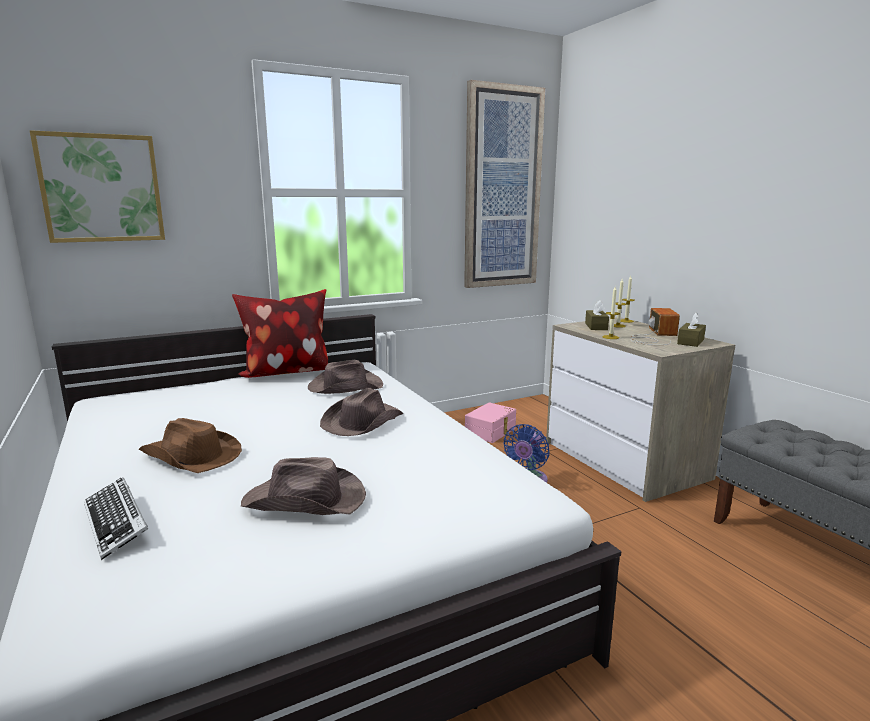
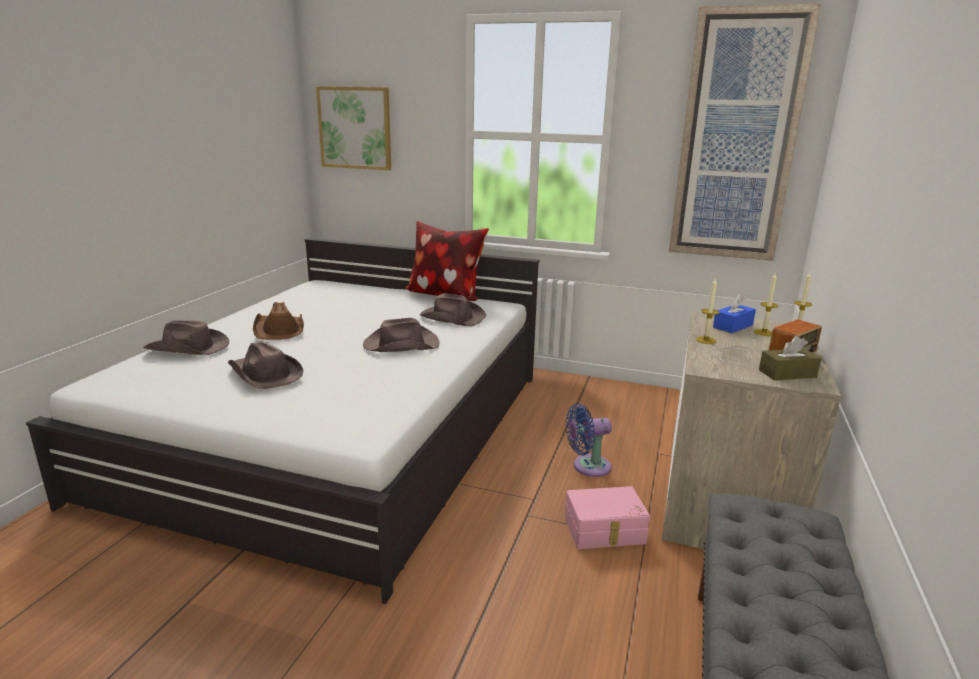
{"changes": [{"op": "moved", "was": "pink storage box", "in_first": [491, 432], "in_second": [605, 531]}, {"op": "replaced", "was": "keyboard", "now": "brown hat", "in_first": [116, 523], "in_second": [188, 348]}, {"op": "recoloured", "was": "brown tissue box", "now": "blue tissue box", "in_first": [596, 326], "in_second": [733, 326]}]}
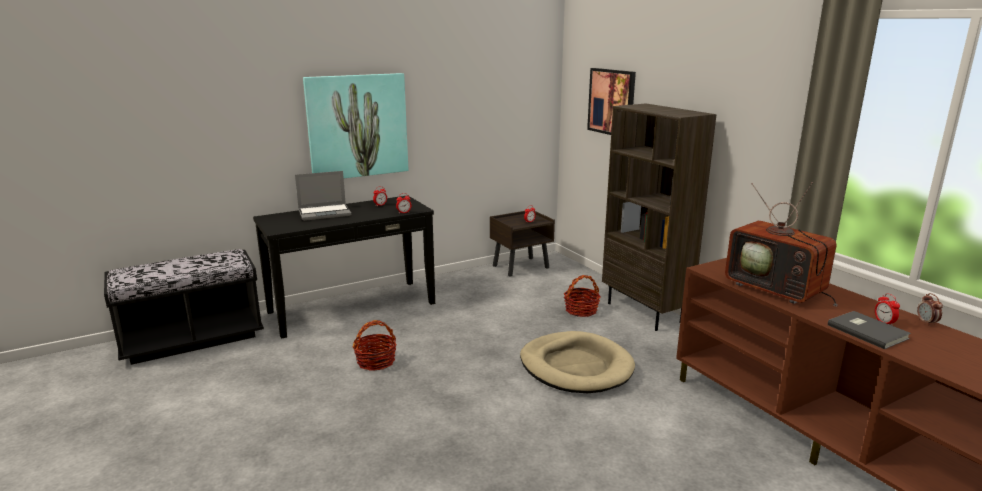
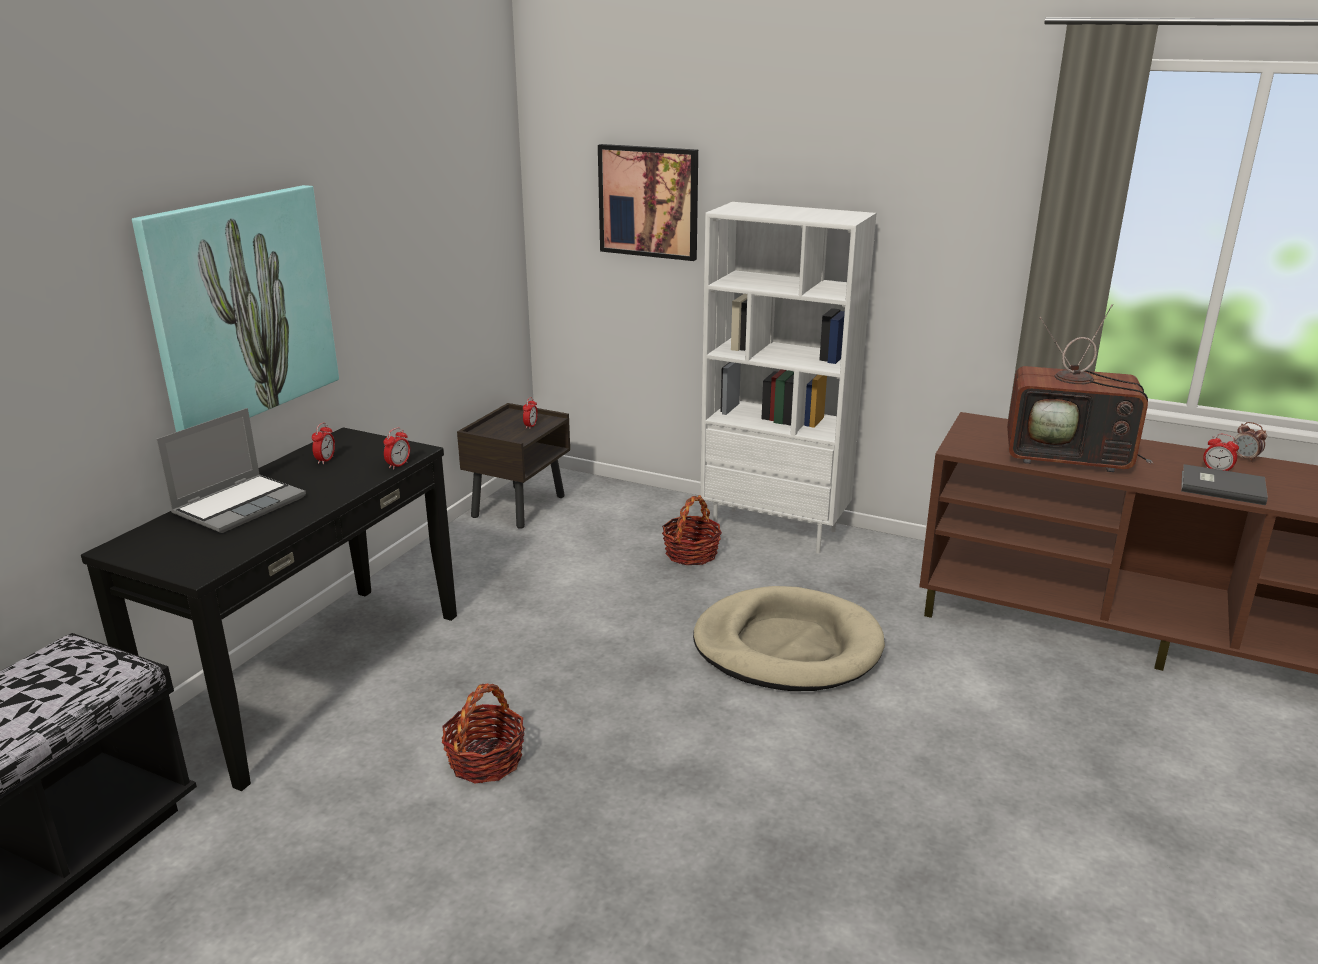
{"changes": [{"op": "recoloured", "was": "brown bookcase", "now": "white bookcase", "in_first": [645, 313], "in_second": [775, 530]}]}
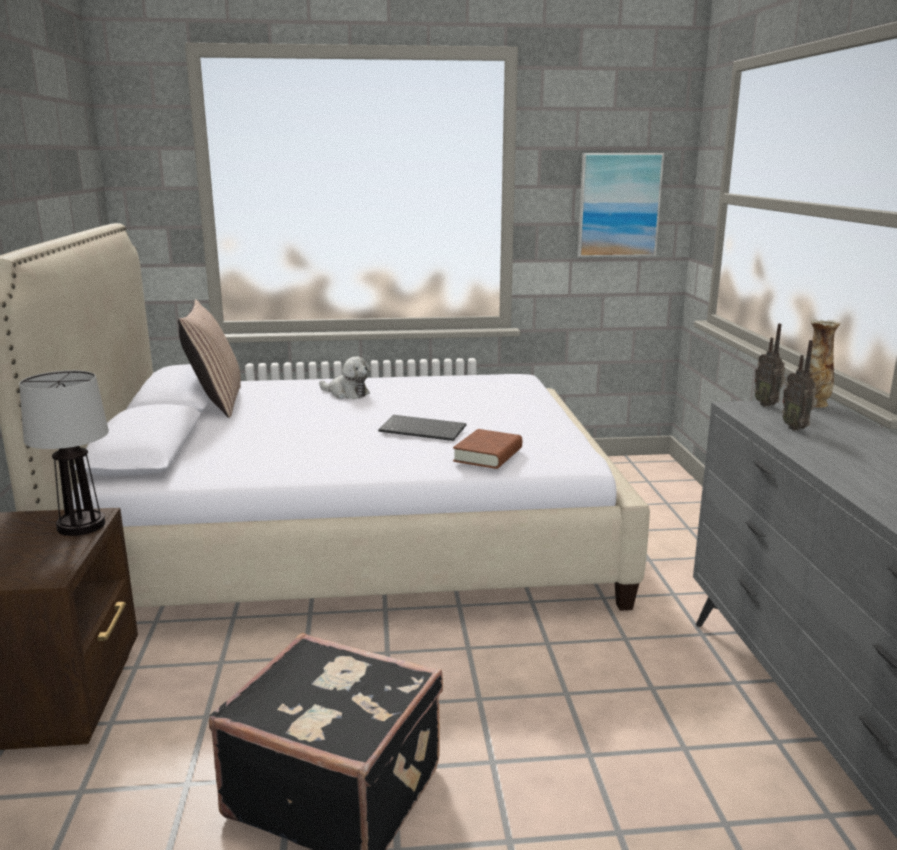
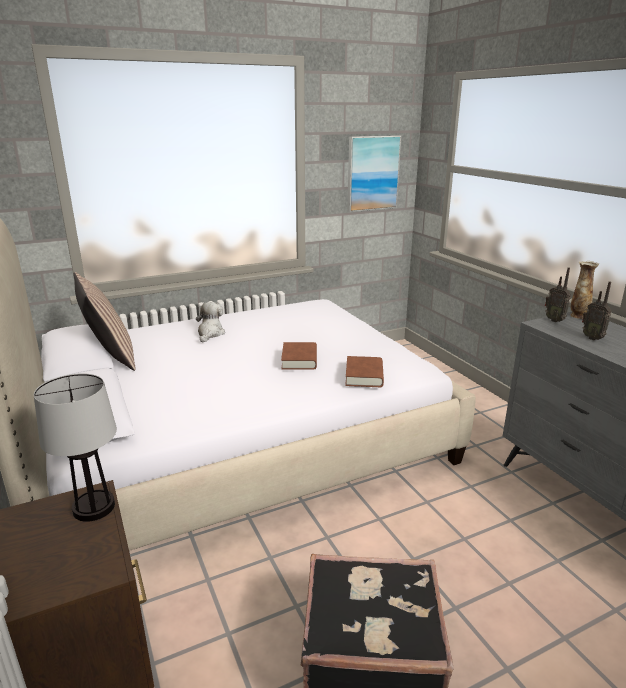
{"changes": [{"op": "replaced", "was": "keyboard", "now": "brown book", "in_first": [424, 430], "in_second": [299, 360]}, {"op": "turned", "was": "plush toy", "in_first": [346, 393], "in_second": [210, 333], "clockwise": -90}]}
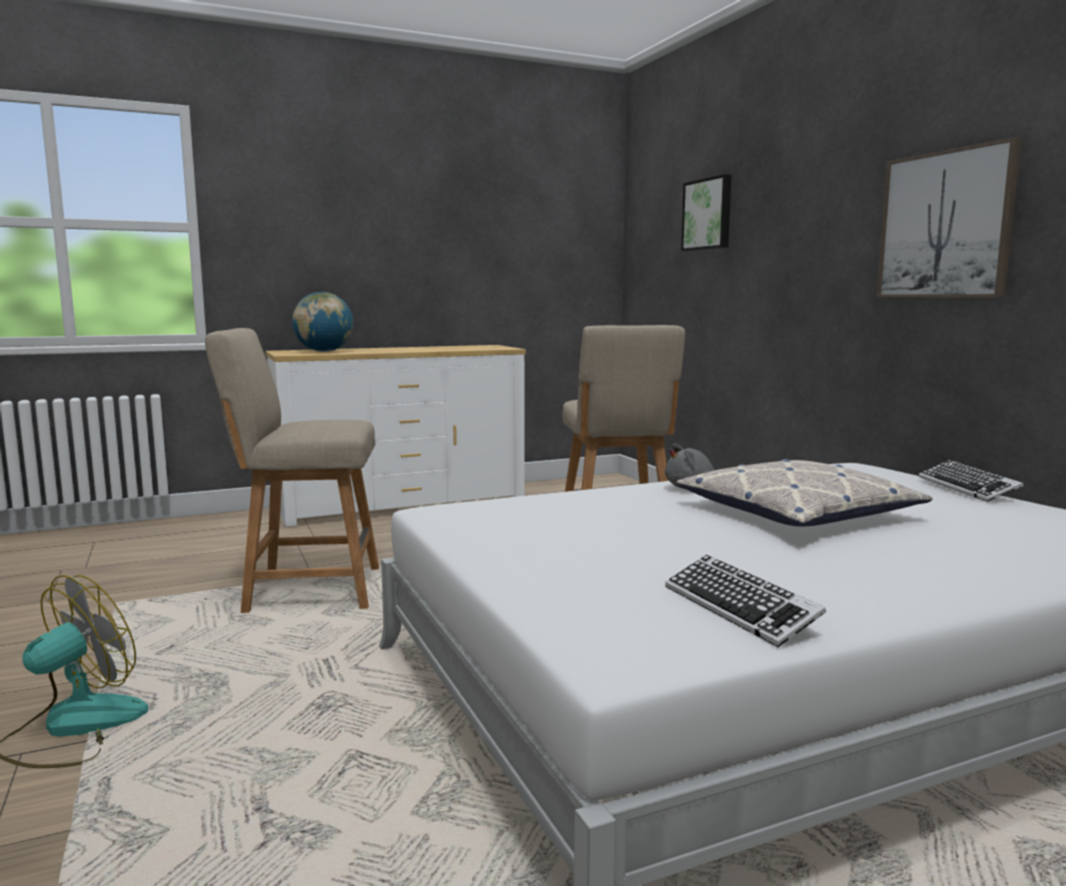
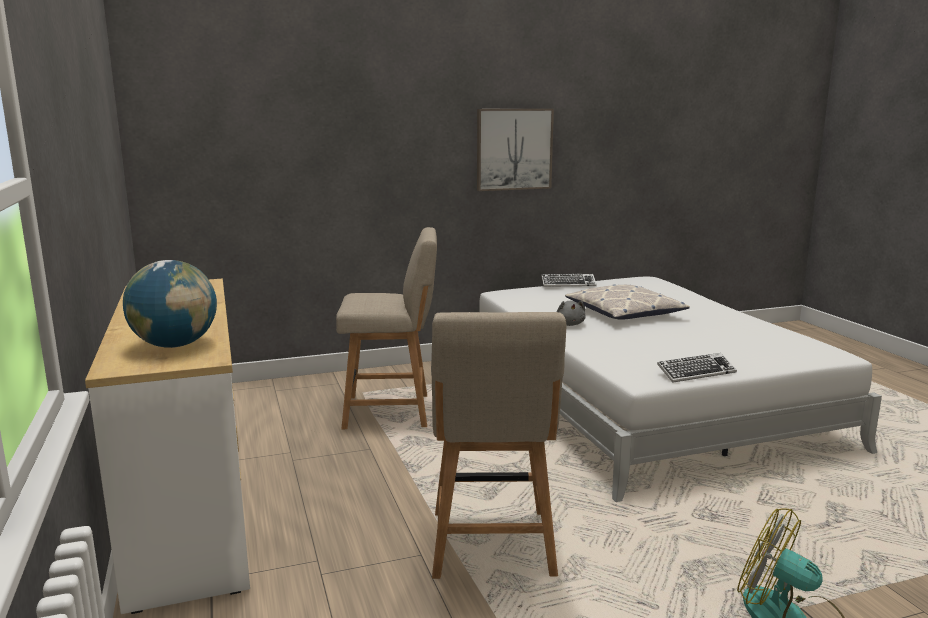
{"changes": [{"op": "removed", "was": "picture", "in_first": [708, 214]}, {"op": "moved", "was": "keyboard", "in_first": [739, 609], "in_second": [696, 372]}]}
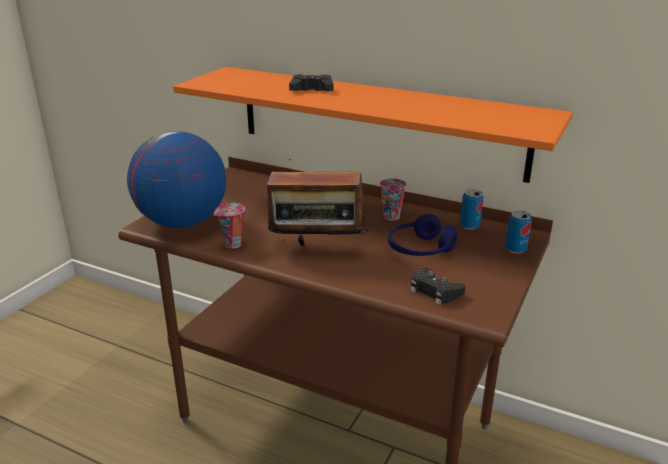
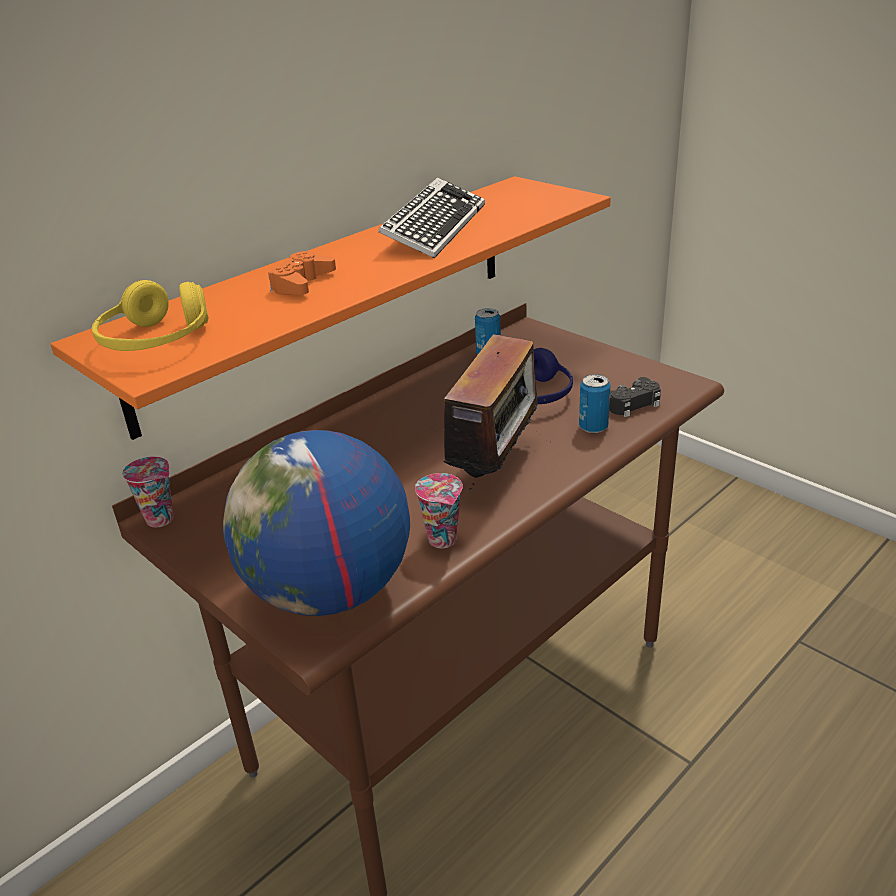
{"changes": [{"op": "added", "now": "yellow headphones", "in_second": [156, 341]}, {"op": "added", "now": "keyboard", "in_second": [434, 227]}, {"op": "moved", "was": "cup", "in_first": [392, 217], "in_second": [162, 519]}, {"op": "moved", "was": "can", "in_first": [515, 249], "in_second": [593, 427]}, {"op": "recoloured", "was": "black game controller", "now": "orange game controller", "in_first": [311, 90], "in_second": [302, 283]}]}
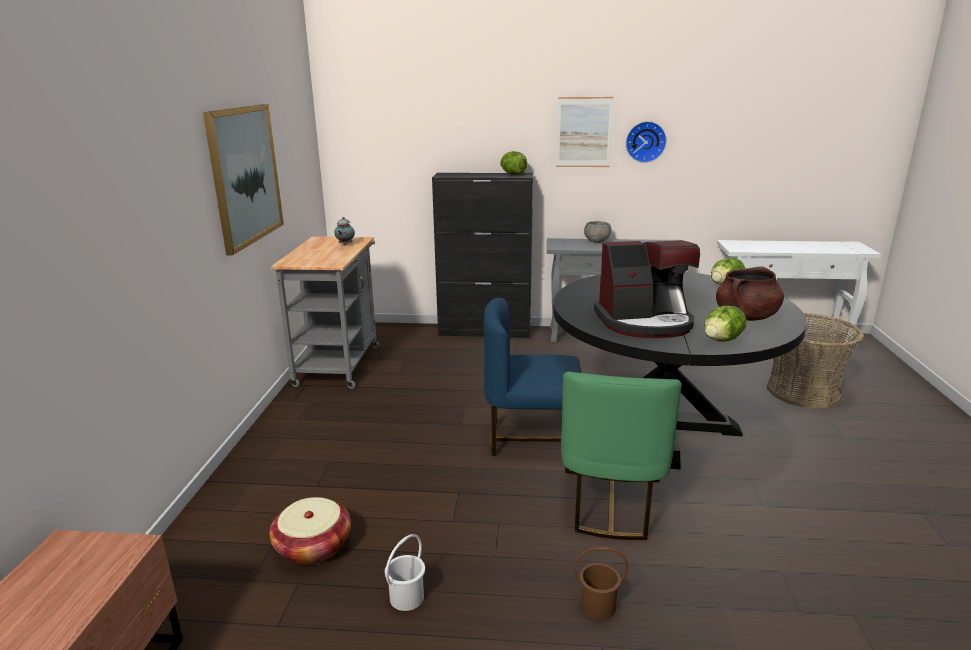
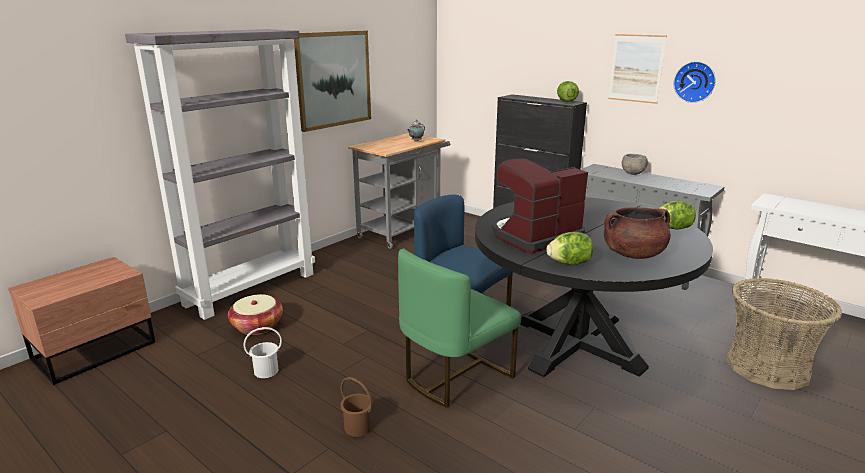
{"changes": [{"op": "added", "now": "grey bookcase", "in_second": [251, 288]}, {"op": "turned", "was": "coffee machine", "in_first": [645, 322], "in_second": [534, 236], "clockwise": 120}]}
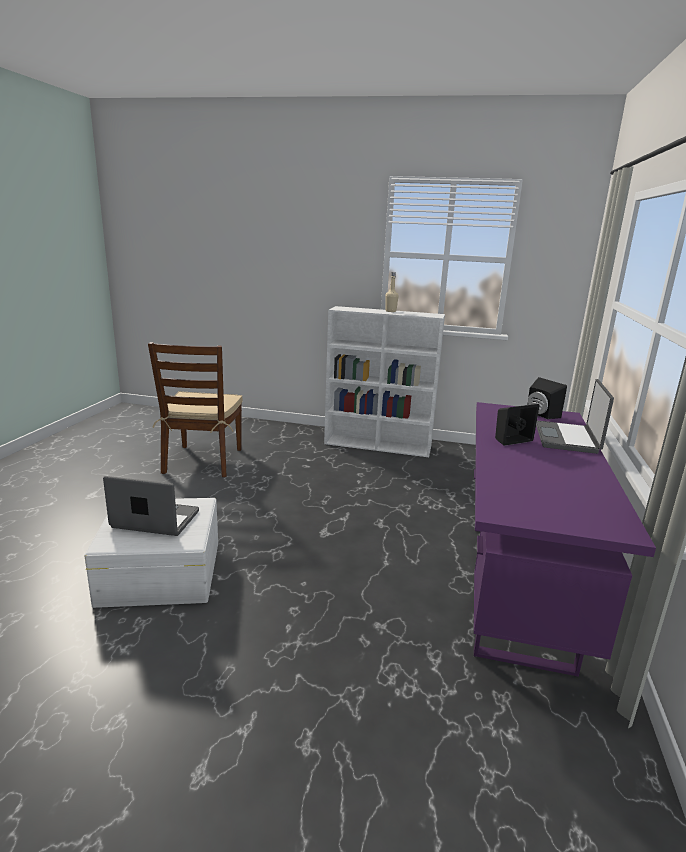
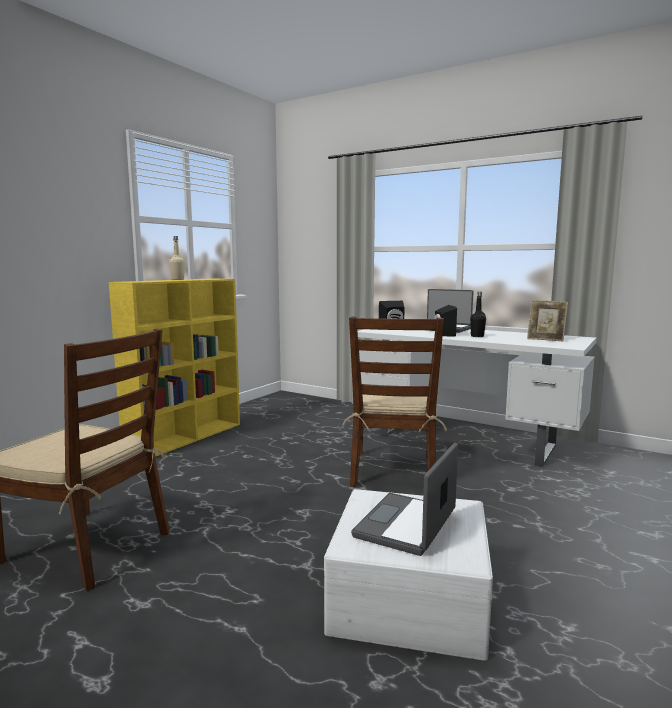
{"changes": [{"op": "added", "now": "brown chair", "in_second": [393, 470]}, {"op": "added", "now": "black bottle", "in_second": [477, 336]}, {"op": "added", "now": "picture frame", "in_second": [546, 339]}, {"op": "recoloured", "was": "white bookcase", "now": "yellow bookcase", "in_first": [379, 445], "in_second": [186, 437]}, {"op": "recoloured", "was": "purple desk", "now": "white desk", "in_first": [518, 588], "in_second": [466, 440]}]}
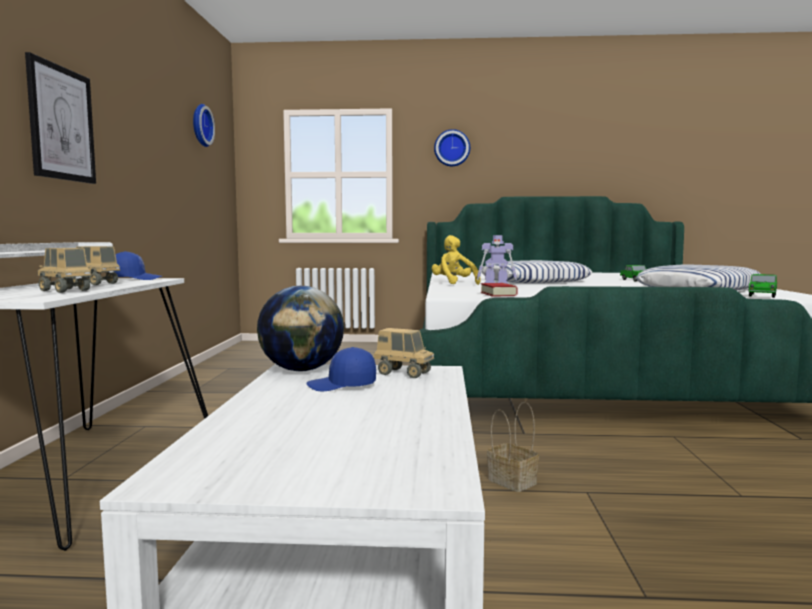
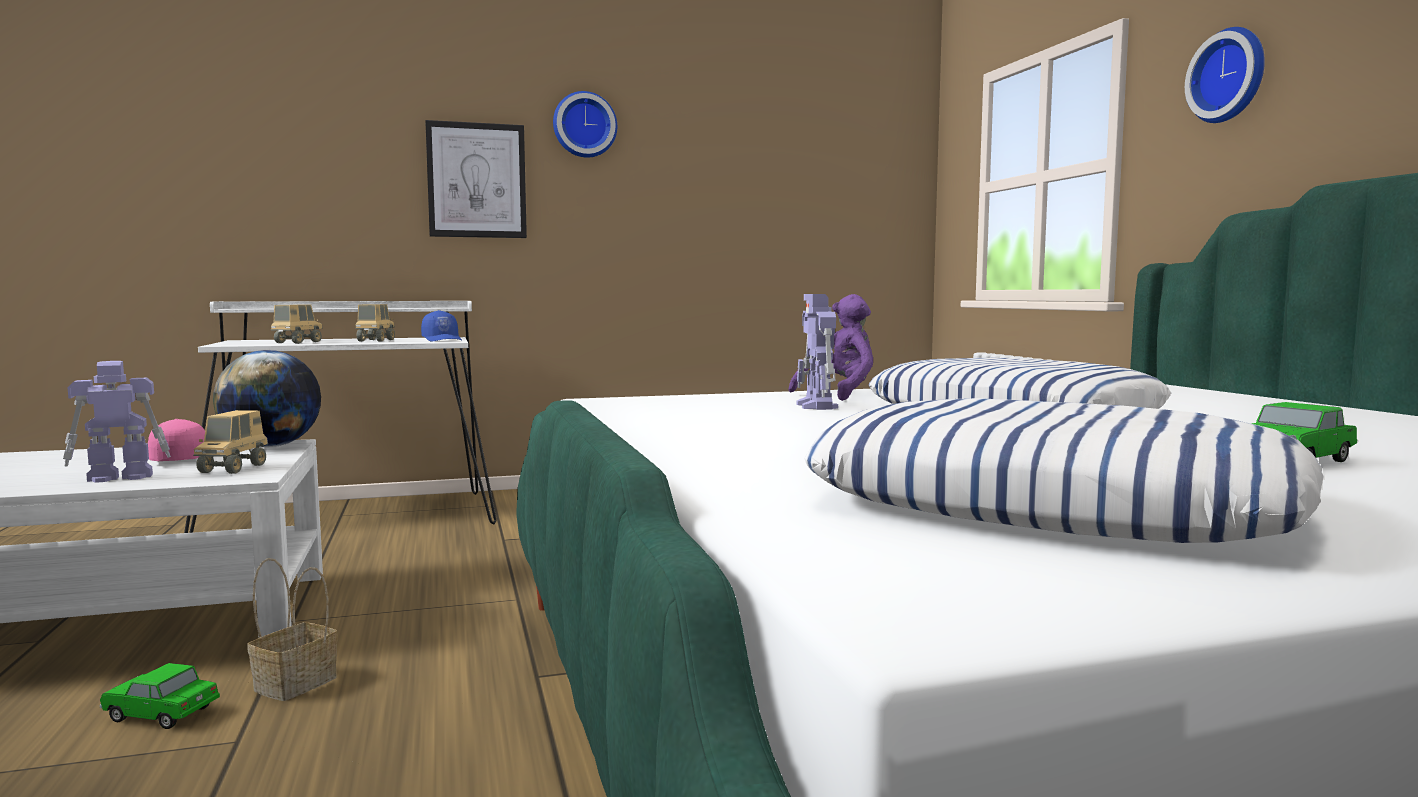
{"changes": [{"op": "removed", "was": "book", "in_first": [498, 294]}, {"op": "added", "now": "toy robot", "in_second": [118, 477]}, {"op": "moved", "was": "wall clock", "in_first": [200, 125], "in_second": [584, 125]}, {"op": "moved", "was": "toy car", "in_first": [762, 295], "in_second": [161, 714]}, {"op": "recoloured", "was": "blue cap", "now": "pink cap", "in_first": [342, 386], "in_second": [179, 460]}, {"op": "recoloured", "was": "yellow plush toy", "now": "purple plush toy", "in_first": [454, 283], "in_second": [840, 394]}]}
